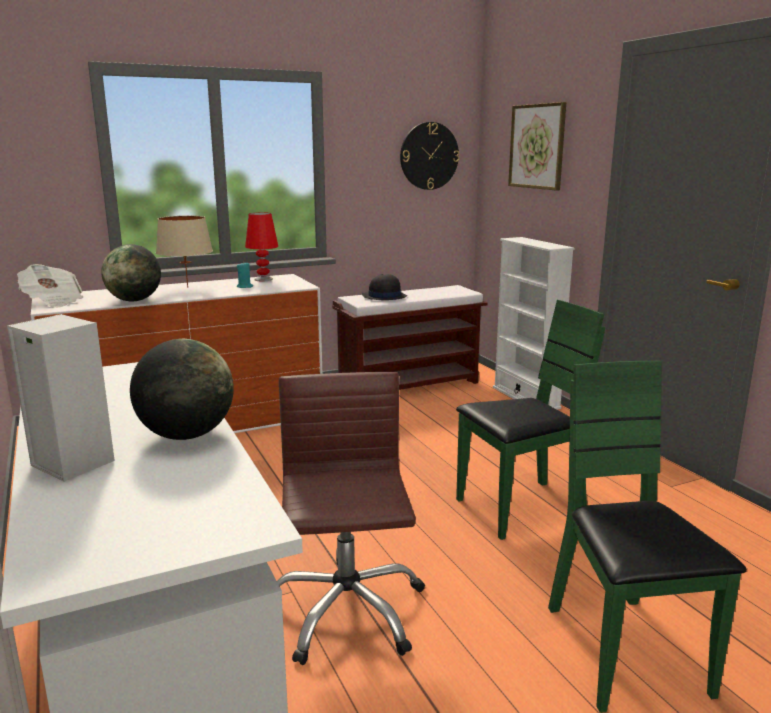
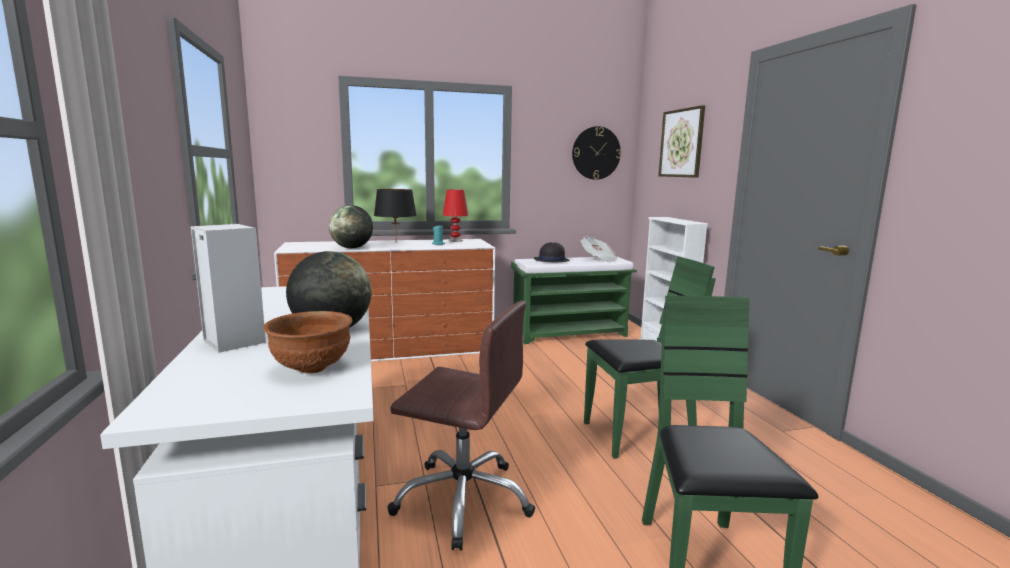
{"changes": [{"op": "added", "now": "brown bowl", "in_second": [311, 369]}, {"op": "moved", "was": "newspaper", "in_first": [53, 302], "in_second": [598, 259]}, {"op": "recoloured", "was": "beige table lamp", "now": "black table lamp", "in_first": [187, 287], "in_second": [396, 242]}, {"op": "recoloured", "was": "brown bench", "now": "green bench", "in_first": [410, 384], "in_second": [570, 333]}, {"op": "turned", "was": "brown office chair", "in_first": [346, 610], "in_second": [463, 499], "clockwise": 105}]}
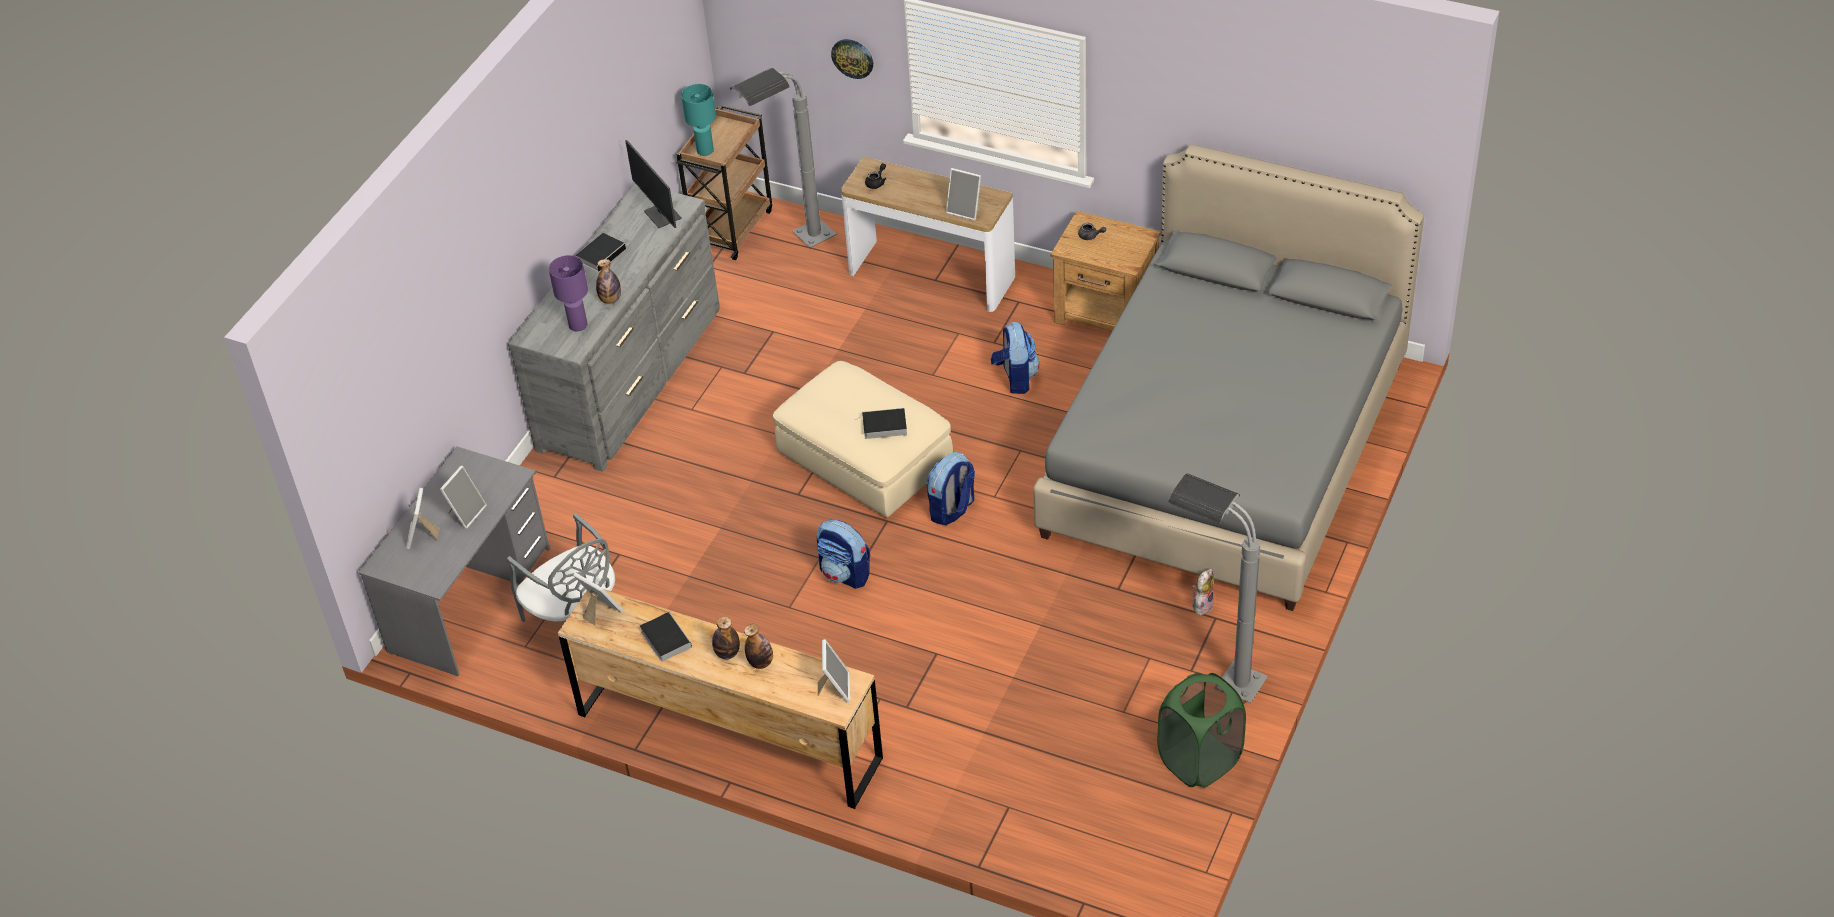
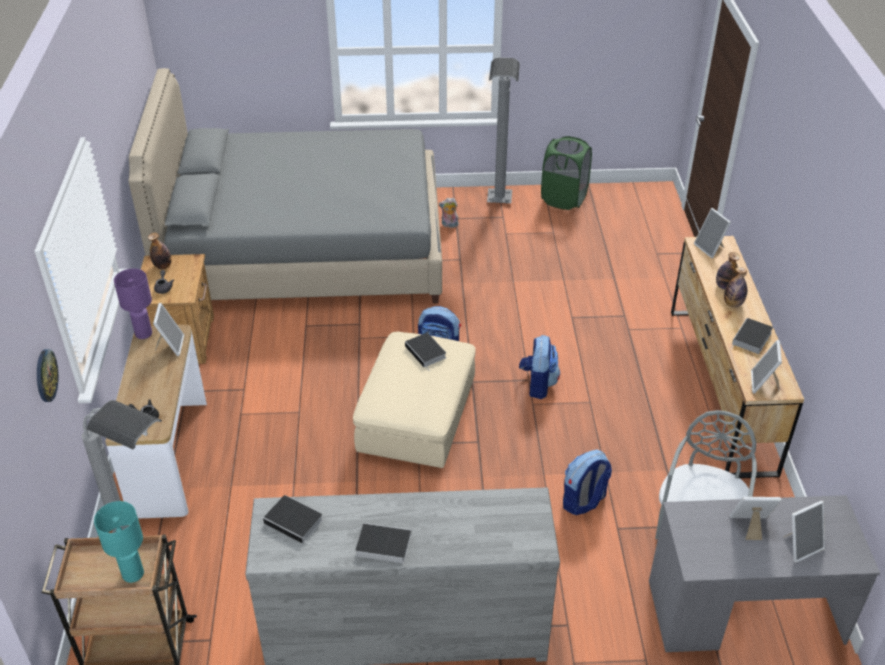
{"changes": [{"op": "moved", "was": "purple table lamp", "in_first": [578, 325], "in_second": [143, 334]}, {"op": "moved", "was": "bottle", "in_first": [610, 299], "in_second": [163, 266]}, {"op": "moved", "was": "backpack", "in_first": [1015, 378], "in_second": [583, 501]}, {"op": "replaced", "was": "monitor", "now": "book", "in_first": [661, 215], "in_second": [295, 522]}, {"op": "turned", "was": "picture frame", "in_first": [835, 688], "in_second": [710, 248], "clockwise": -90}]}
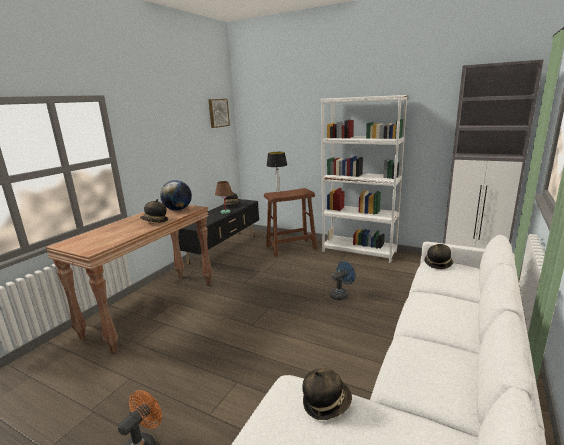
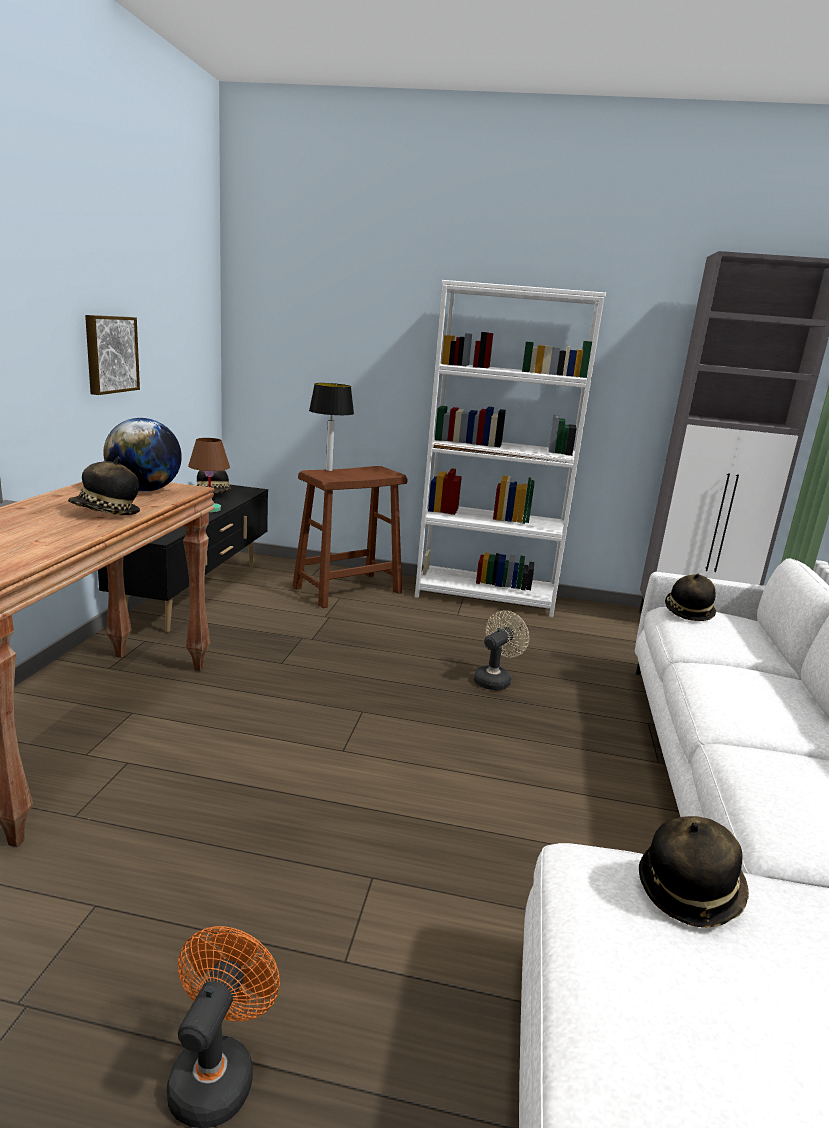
{"changes": [{"op": "moved", "was": "picture", "in_first": [218, 113], "in_second": [110, 354]}, {"op": "recoloured", "was": "blue fan", "now": "beige fan", "in_first": [341, 295], "in_second": [495, 679]}]}
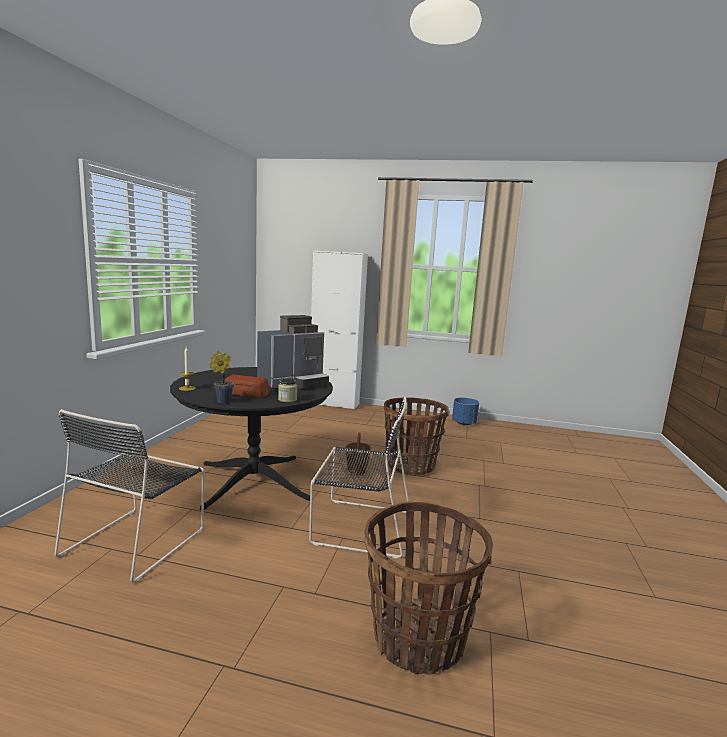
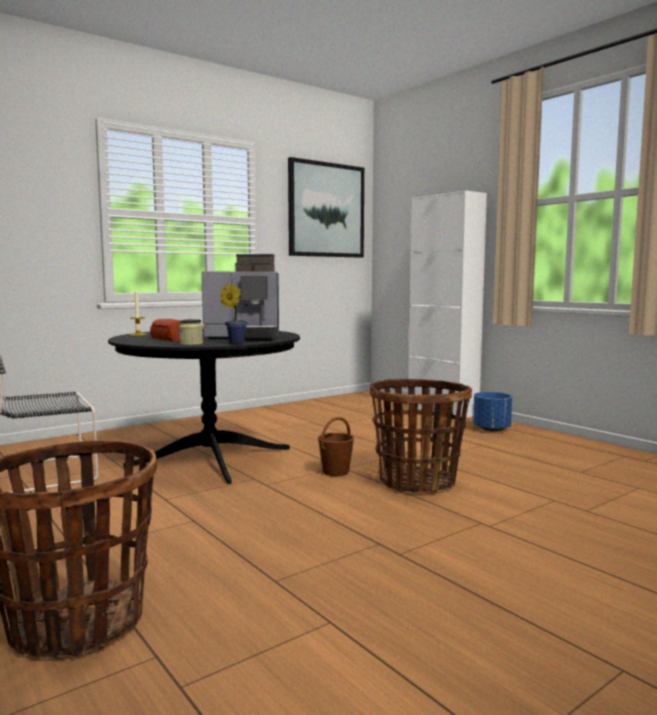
{"changes": [{"op": "removed", "was": "black chair", "in_first": [359, 526]}, {"op": "added", "now": "picture", "in_second": [326, 210]}, {"op": "moved", "was": "potted plant", "in_first": [222, 401], "in_second": [234, 343]}, {"op": "moved", "was": "blue planter", "in_first": [464, 423], "in_second": [492, 429]}]}
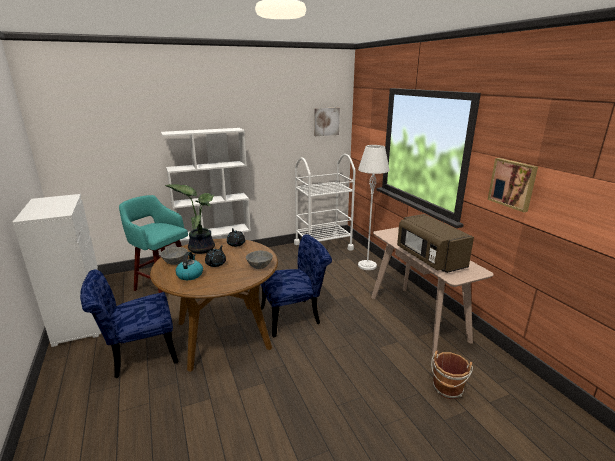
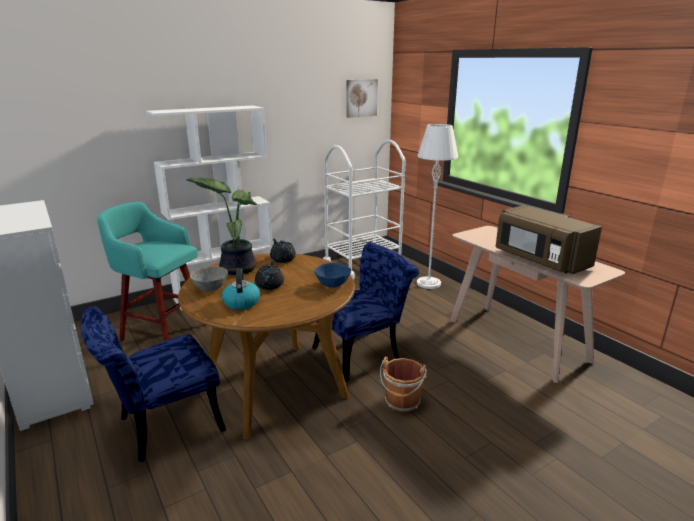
{"changes": [{"op": "removed", "was": "picture", "in_first": [513, 184]}, {"op": "moved", "was": "brown bucket", "in_first": [447, 389], "in_second": [402, 402]}, {"op": "recoloured", "was": "grey bowl", "now": "blue bowl", "in_first": [259, 266], "in_second": [332, 284]}]}
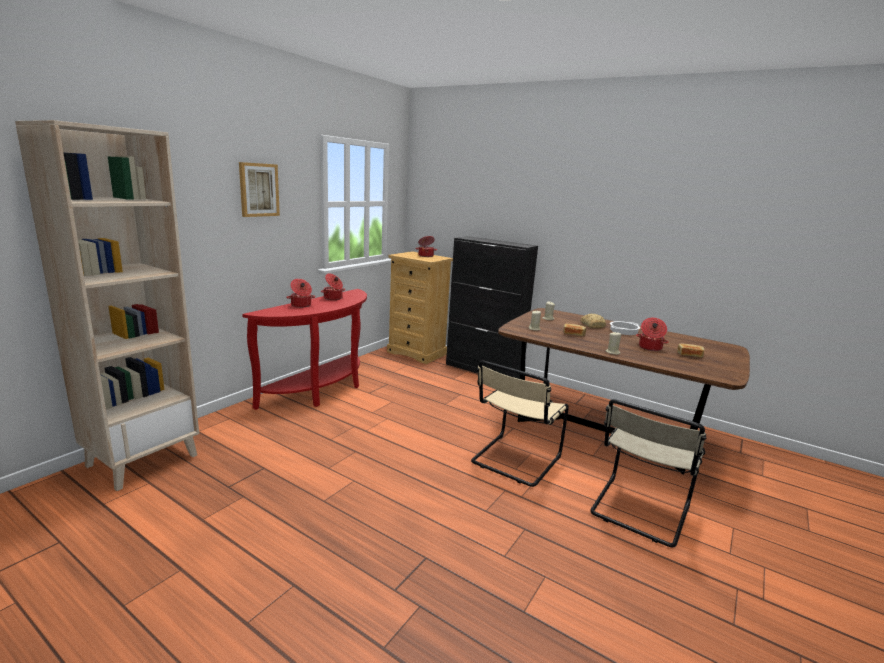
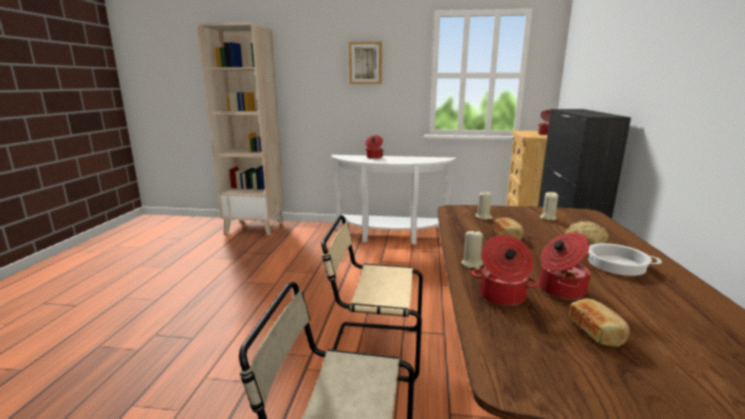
{"changes": [{"op": "moved", "was": "cooking pot", "in_first": [333, 298], "in_second": [502, 296]}, {"op": "recoloured", "was": "red console table", "now": "white console table", "in_first": [322, 391], "in_second": [389, 236]}]}
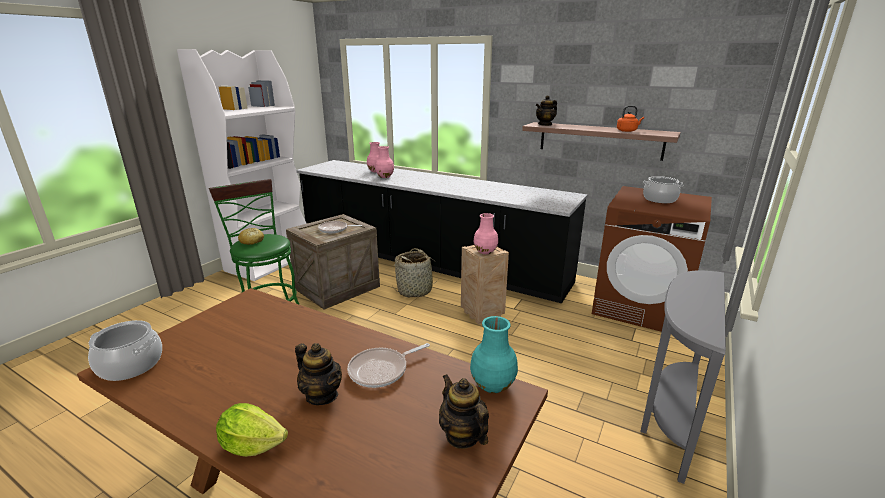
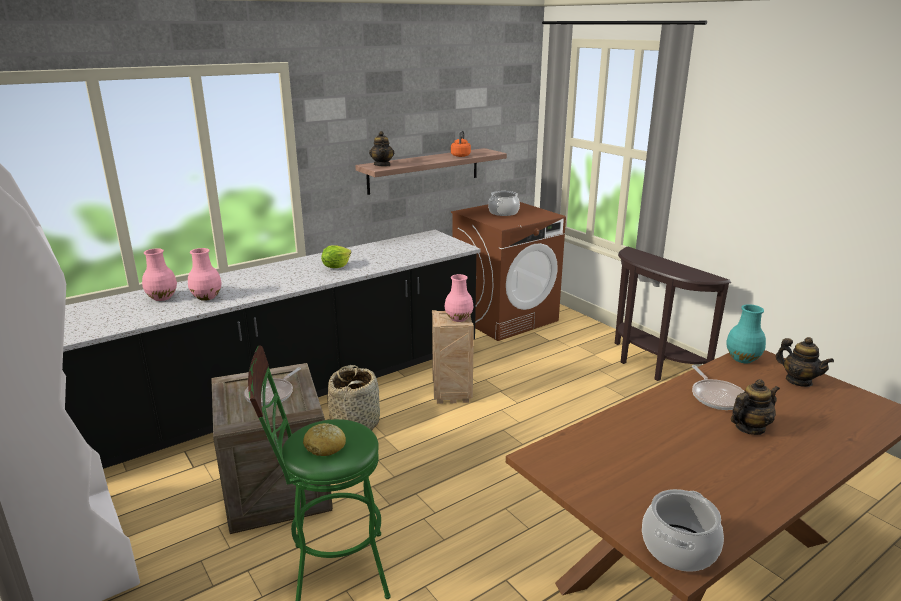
{"changes": [{"op": "moved", "was": "lettuce", "in_first": [252, 445], "in_second": [336, 267]}, {"op": "recoloured", "was": "grey console table", "now": "brown console table", "in_first": [667, 421], "in_second": [650, 367]}, {"op": "turned", "was": "teapot", "in_first": [462, 435], "in_second": [798, 381], "clockwise": -120}]}
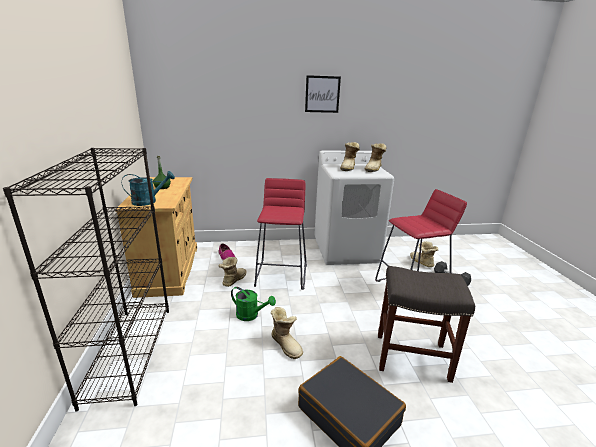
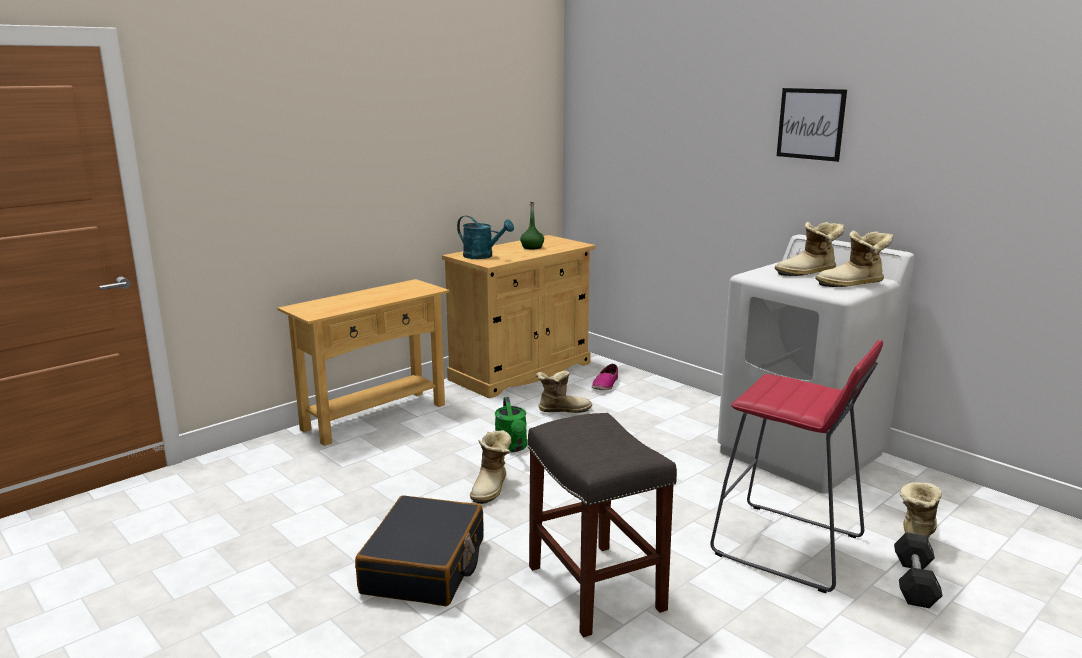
{"changes": [{"op": "removed", "was": "red stool", "in_first": [282, 274]}, {"op": "replaced", "was": "black bookcase", "now": "beige console table", "in_first": [130, 351], "in_second": [375, 417]}]}
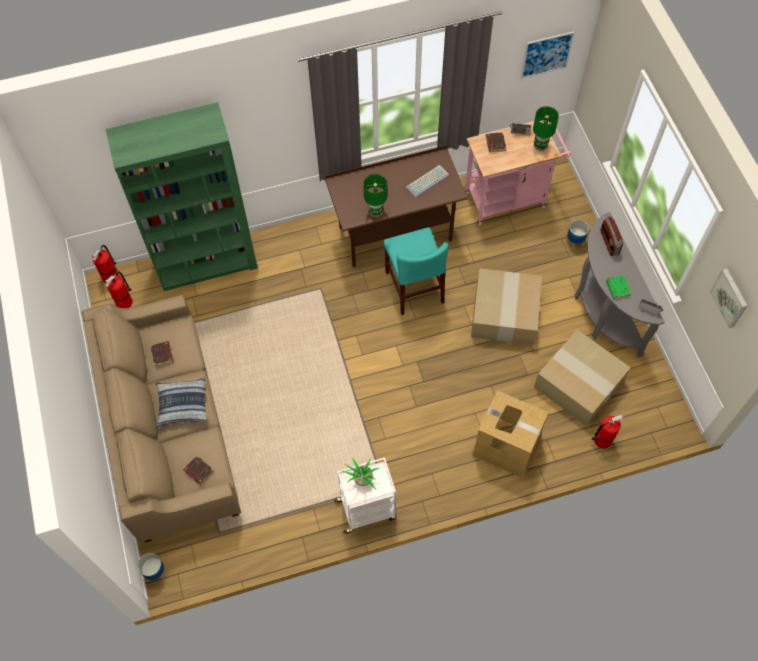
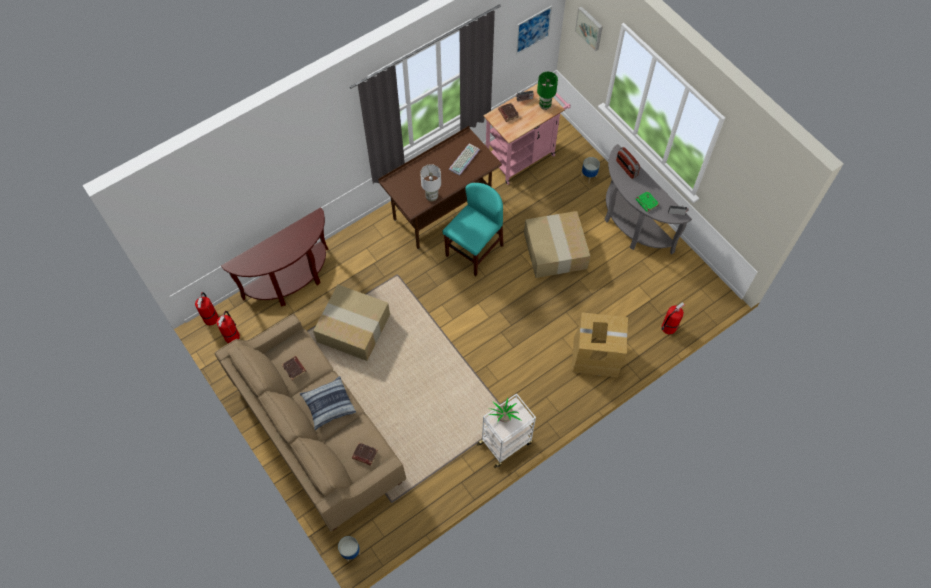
{"changes": [{"op": "moved", "was": "cardboard box", "in_first": [577, 384], "in_second": [352, 328]}, {"op": "moved", "was": "picture", "in_first": [730, 297], "in_second": [590, 27]}, {"op": "replaced", "was": "green bookcase", "now": "brown console table", "in_first": [207, 263], "in_second": [291, 282]}, {"op": "recoloured", "was": "green table lamp", "now": "white table lamp", "in_first": [376, 212], "in_second": [432, 196]}, {"op": "turned", "was": "turquoise chair", "in_first": [414, 287], "in_second": [474, 250], "clockwise": -105}]}
